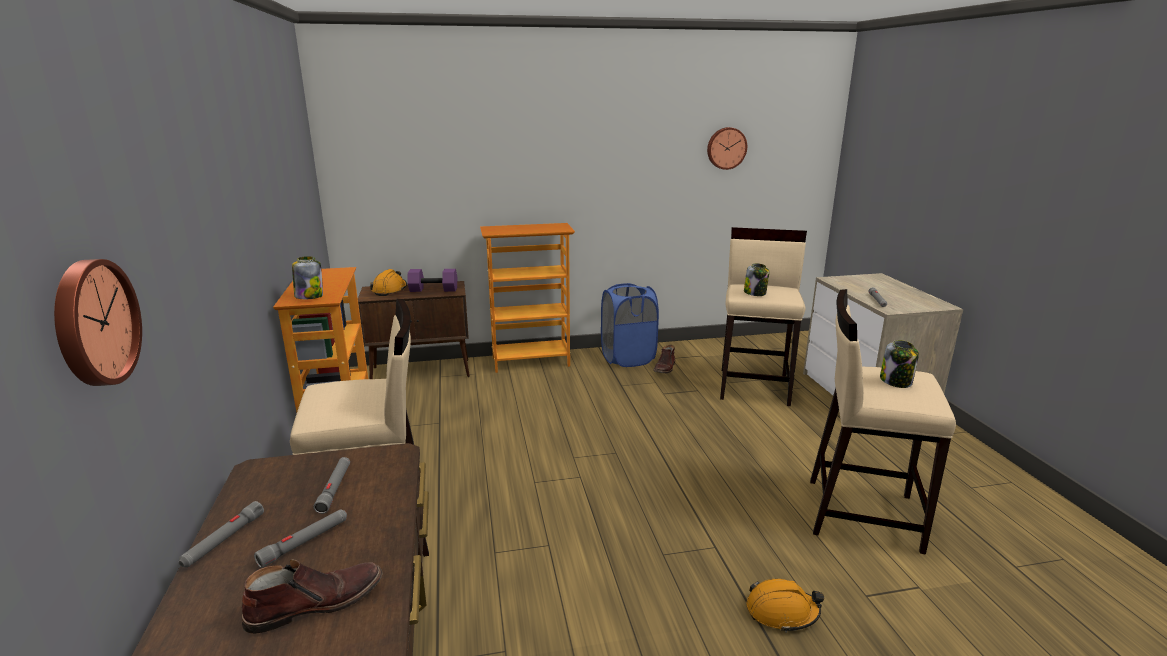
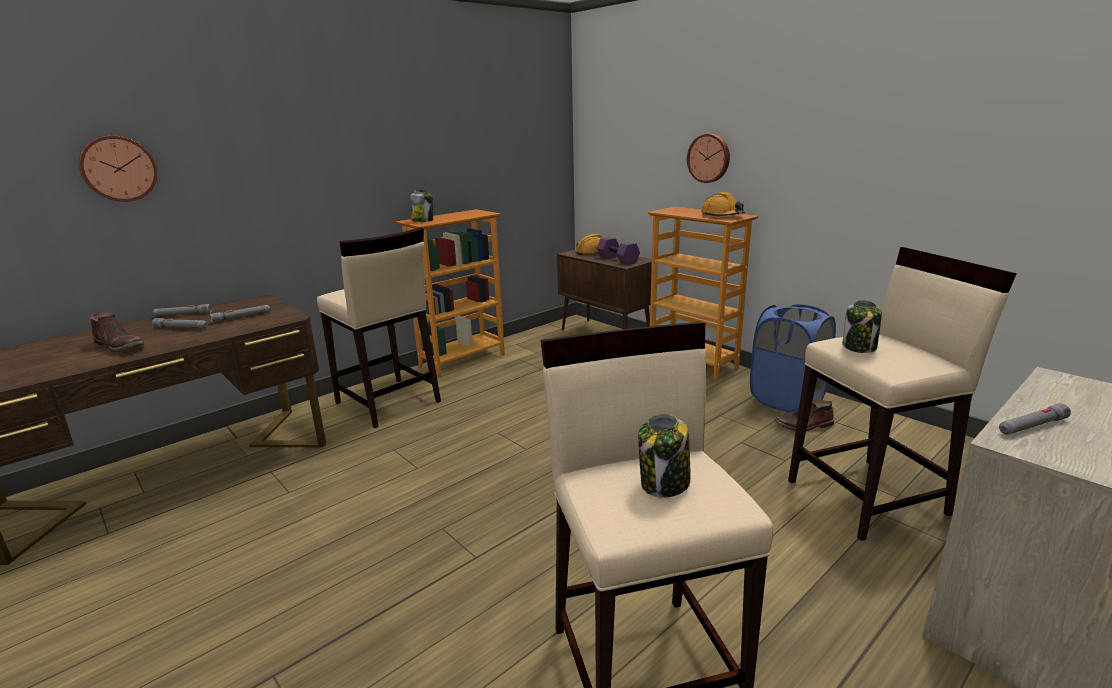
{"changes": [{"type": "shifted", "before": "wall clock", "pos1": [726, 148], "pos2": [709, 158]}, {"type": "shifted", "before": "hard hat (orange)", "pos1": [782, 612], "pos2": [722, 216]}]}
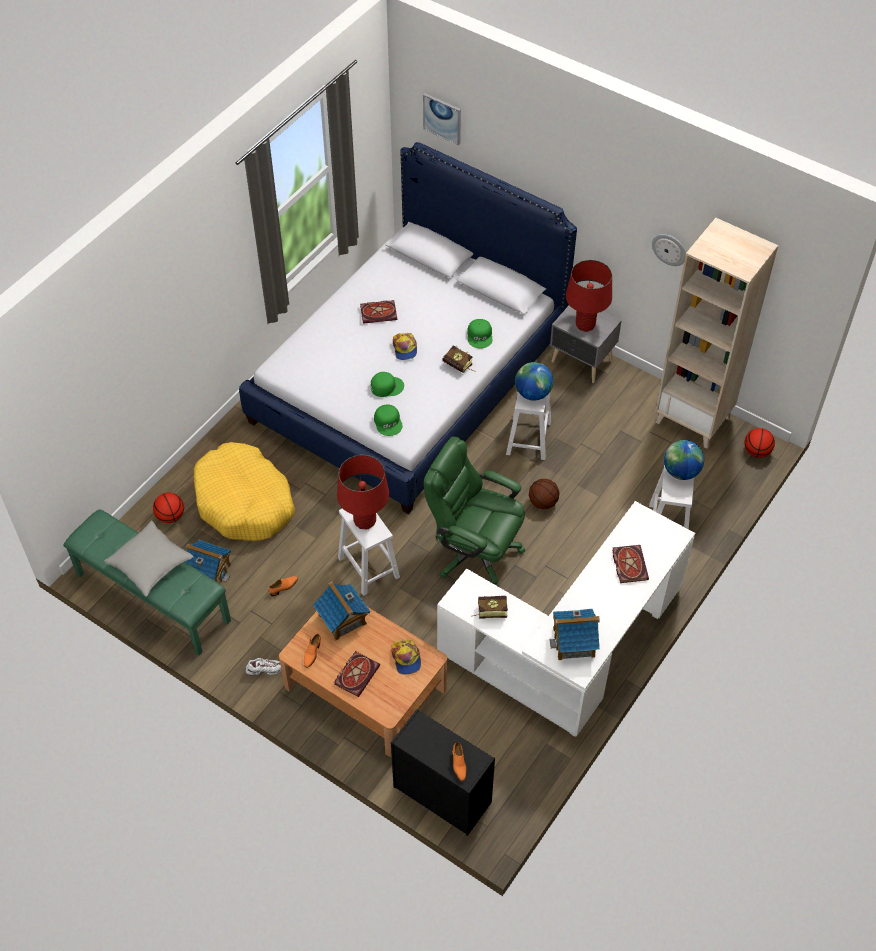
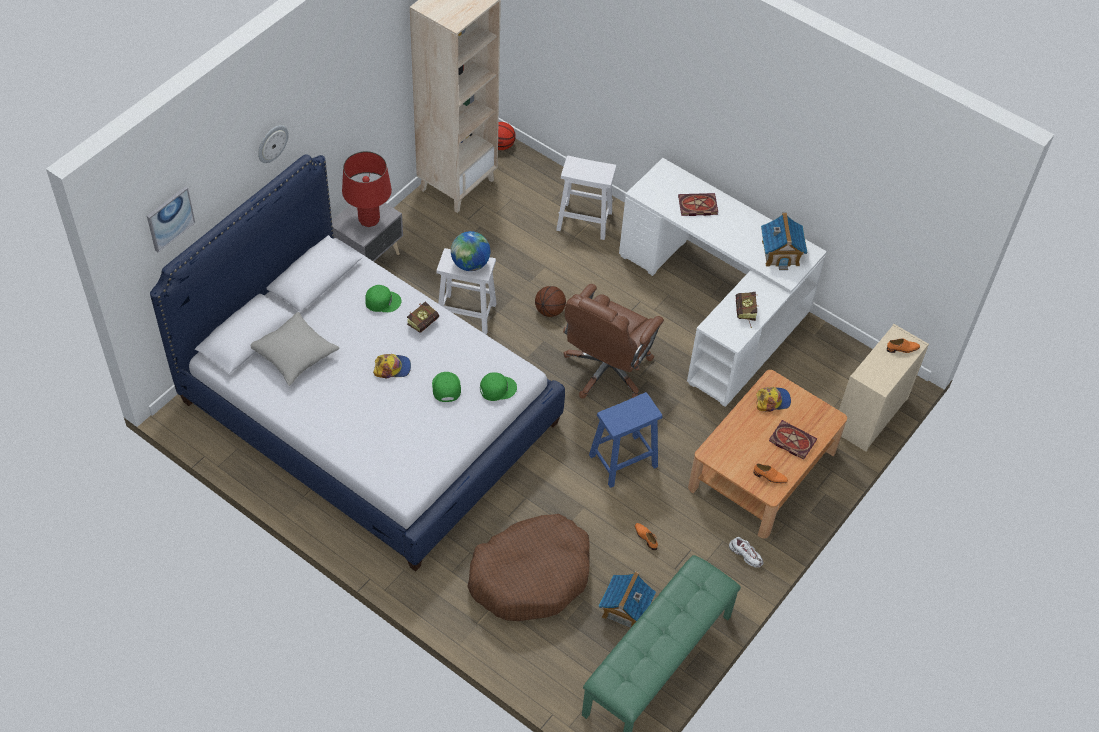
{"changes": [{"type": "shifted", "before": "pillow (grey)", "pos1": [150, 564], "pos2": [294, 354]}, {"type": "shifted", "before": "wall clock", "pos1": [669, 249], "pos2": [272, 143]}, {"type": "repainted", "before": "dog bed (yellow)", "after": "dog bed (brown)", "pos1": [244, 502], "pos2": [531, 575]}, {"type": "repainted", "before": "office chair (green)", "after": "office chair (brown)", "pos1": [474, 551], "pos2": [606, 370]}, {"type": "repainted", "before": "stool (white)", "after": "stool (blue)", "pos1": [368, 567], "pos2": [622, 461]}, {"type": "rotated", "before": "shoe (white)", "pos1": [265, 669], "pos2": [745, 555], "turn": 135}, {"type": "repainted", "before": "dresser (black)", "after": "dresser (beige)", "pos1": [441, 794], "pos2": [869, 415]}, {"type": "gone", "before": "basketball", "pos1": [170, 516]}, {"type": "gone", "before": "toy house", "pos1": [342, 619]}, {"type": "gone", "before": "table lamp (red)", "pos1": [365, 521]}, {"type": "gone", "before": "book", "pos1": [379, 312]}, {"type": "gone", "before": "globe", "pos1": [681, 472]}]}
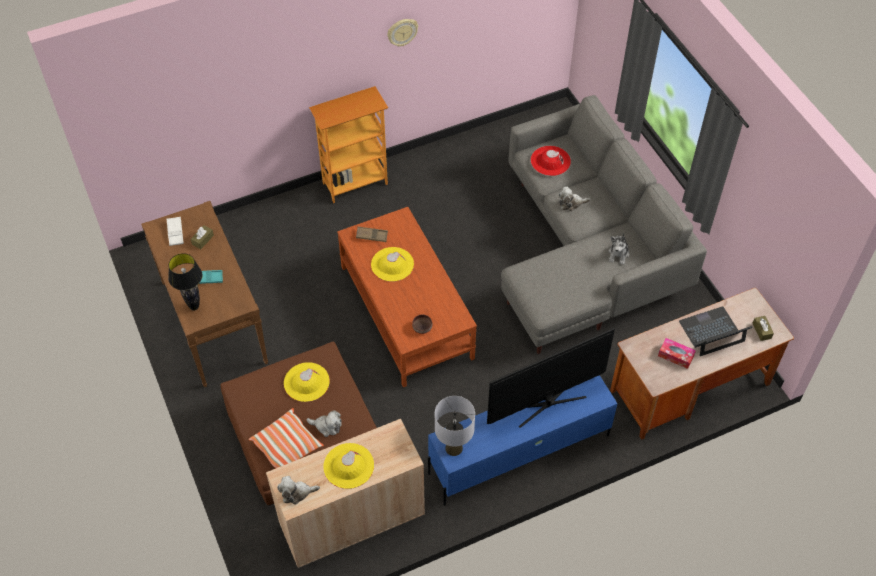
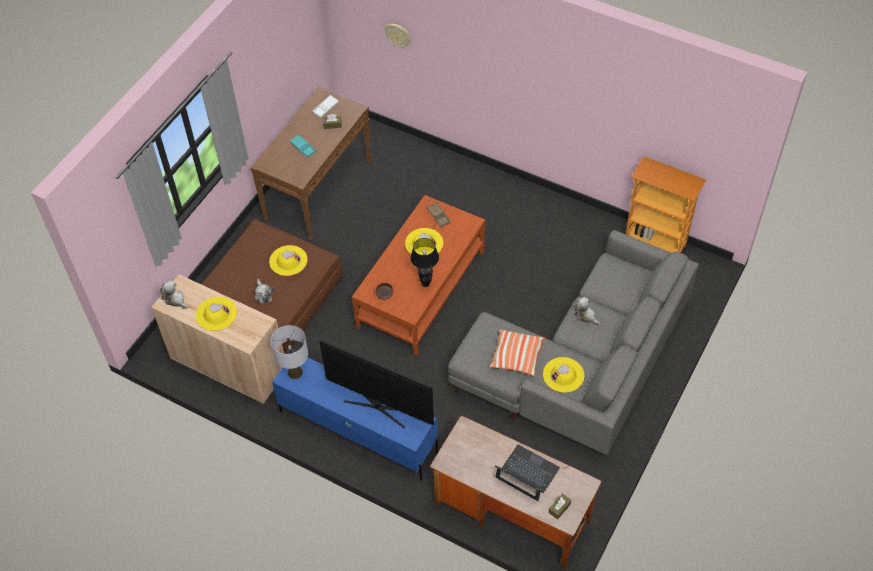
{"changes": [{"type": "shifted", "before": "wall clock", "pos1": [402, 32], "pos2": [398, 35]}, {"type": "shifted", "before": "table lamp (black)", "pos1": [194, 307], "pos2": [425, 284]}, {"type": "shifted", "before": "pillow", "pos1": [287, 446], "pos2": [517, 357]}, {"type": "swapped", "before": "plush toy", "after": "hat (yellow)", "pos1": [618, 254], "pos2": [563, 375]}, {"type": "shifted", "before": "bookcase", "pos1": [355, 183], "pos2": [655, 244]}, {"type": "gone", "before": "hat (red)", "pos1": [550, 161]}, {"type": "gone", "before": "tissue box", "pos1": [675, 356]}]}
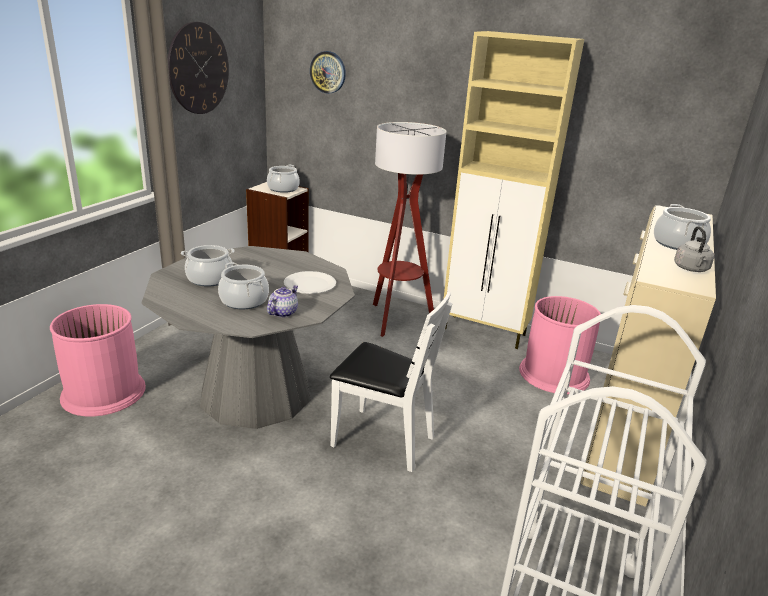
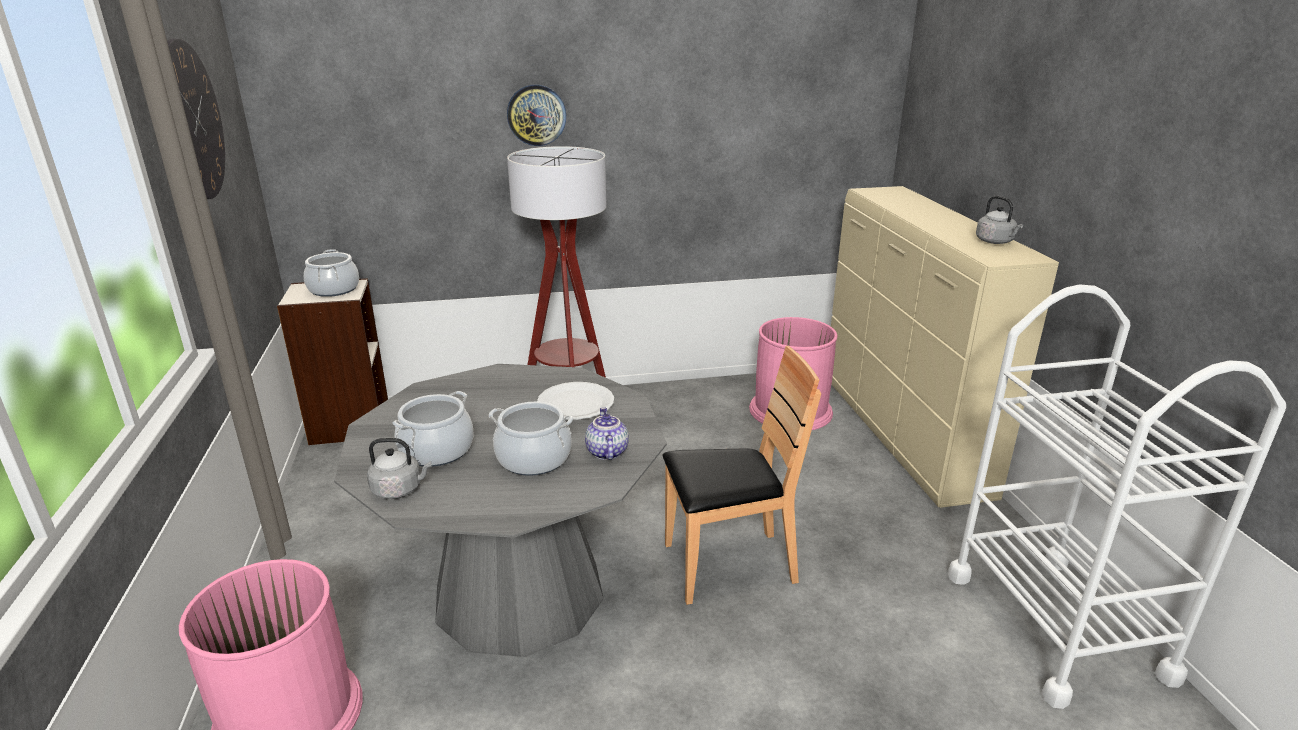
{"changes": [{"type": "new", "after": "kettle (grey)", "pos2": [400, 490]}, {"type": "shifted", "before": "wall clock", "pos1": [328, 72], "pos2": [536, 115]}, {"type": "repainted", "before": "chair (white)", "after": "chair (brown)", "pos1": [382, 440], "pos2": [728, 565]}, {"type": "gone", "before": "cabinet (beige)", "pos1": [485, 332]}, {"type": "gone", "before": "cooking pot", "pos1": [678, 244]}]}
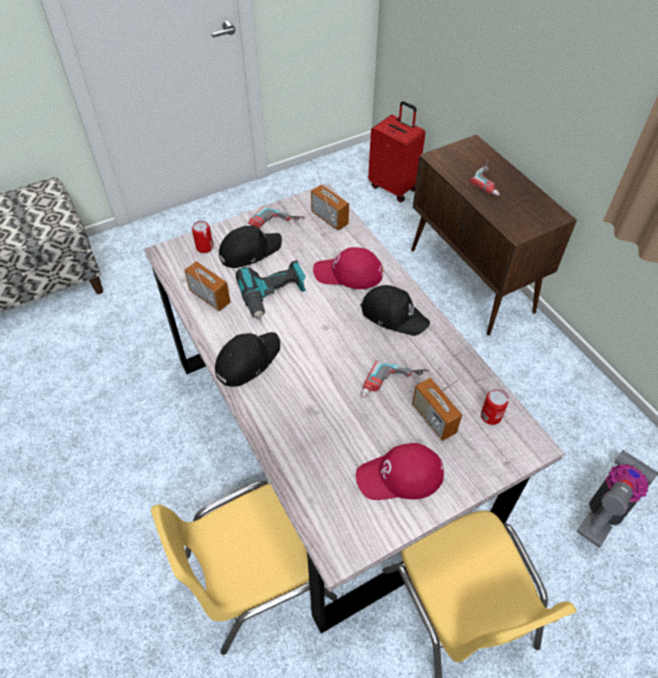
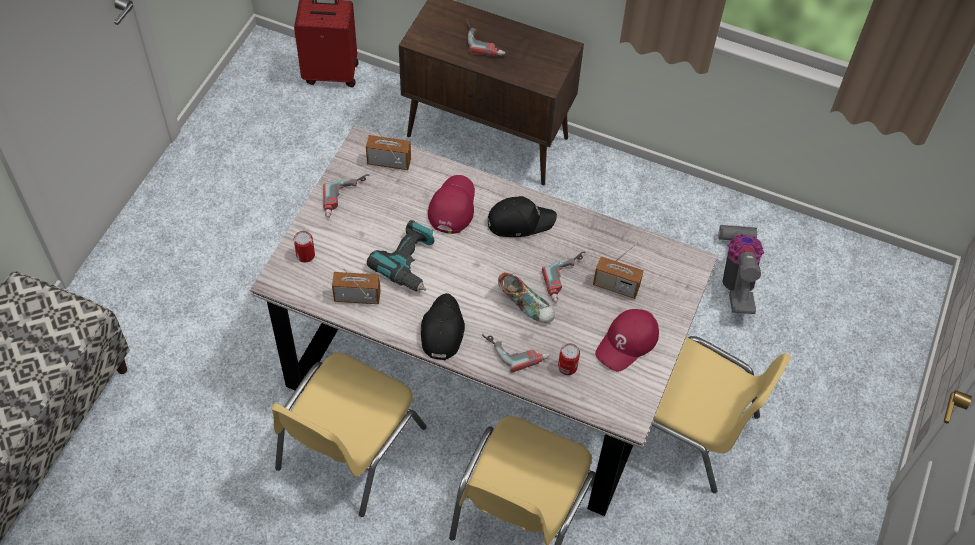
{"changes": [{"type": "new", "after": "chair (yellow)", "pos2": [348, 449]}, {"type": "rotated", "before": "cap (red)", "pos1": [348, 273], "pos2": [452, 206], "turn": 135}, {"type": "new", "after": "power drill", "pos2": [516, 348]}, {"type": "new", "after": "shoe", "pos2": [525, 304]}, {"type": "shifted", "before": "can", "pos1": [491, 416], "pos2": [567, 367]}, {"type": "gone", "before": "cap (black)", "pos1": [249, 251]}]}
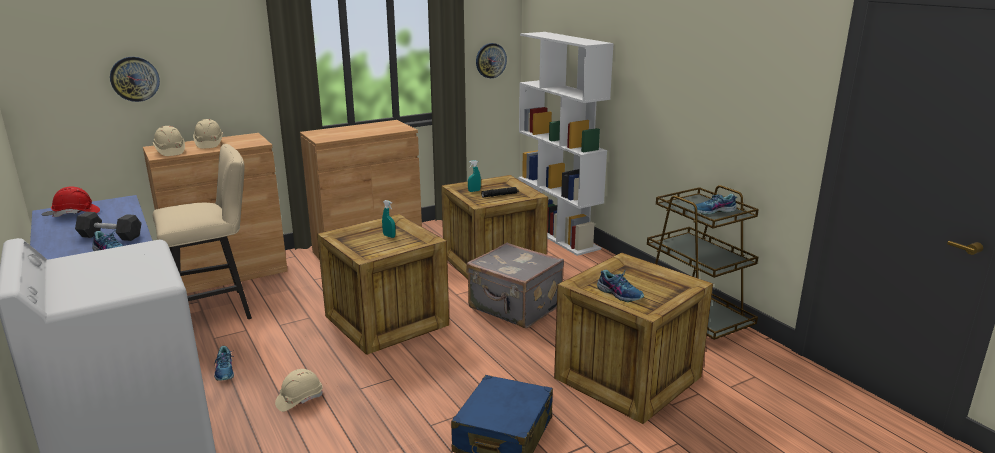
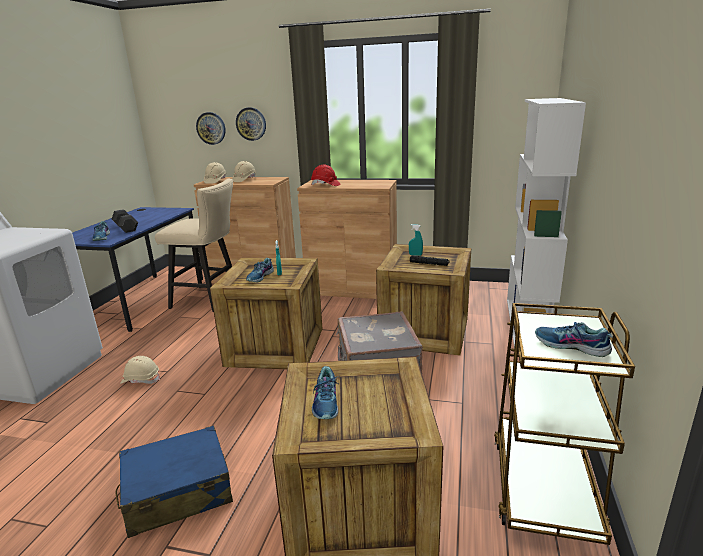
{"changes": [{"type": "shifted", "before": "wall clock", "pos1": [490, 60], "pos2": [251, 124]}, {"type": "shifted", "before": "shoe", "pos1": [225, 370], "pos2": [260, 277]}, {"type": "shifted", "before": "hard hat (red)", "pos1": [76, 213], "pos2": [325, 185]}]}
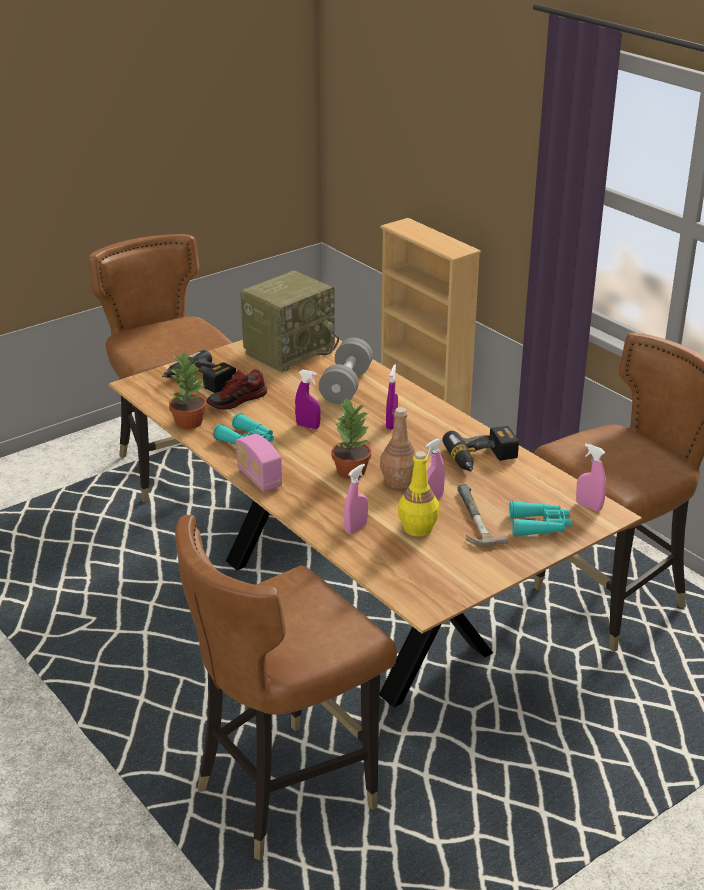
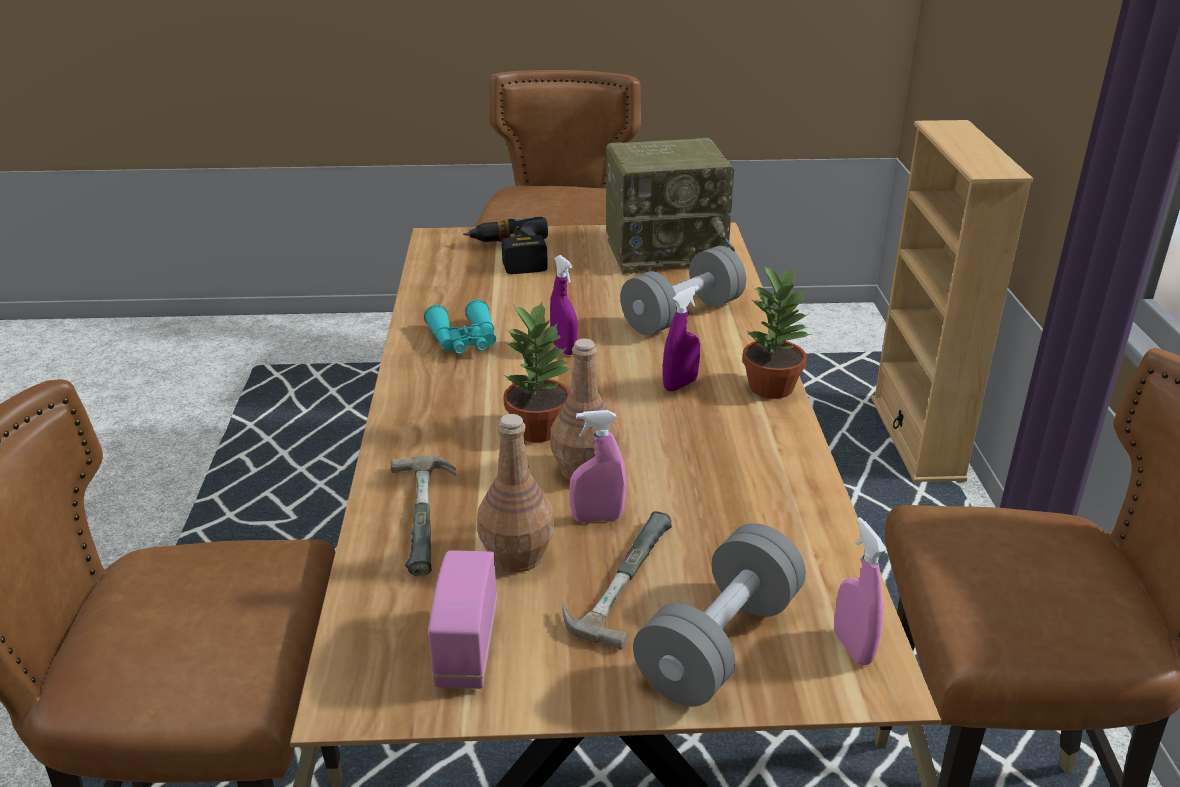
{"changes": [{"type": "swapped", "before": "spray bottle (pink)", "after": "hammer", "pos1": [356, 528], "pos2": [431, 515]}, {"type": "shifted", "before": "radio", "pos1": [259, 478], "pos2": [466, 648]}, {"type": "repainted", "before": "bottle (yellow)", "after": "bottle (brown)", "pos1": [417, 528], "pos2": [516, 555]}, {"type": "swapped", "before": "binoculars (turquoise)", "after": "dumbbell (grey)", "pos1": [540, 526], "pos2": [719, 644]}, {"type": "shifted", "before": "potted plant", "pos1": [188, 422], "pos2": [771, 386]}, {"type": "gone", "before": "shoe", "pos1": [237, 400]}, {"type": "gone", "before": "power drill", "pos1": [483, 460]}]}
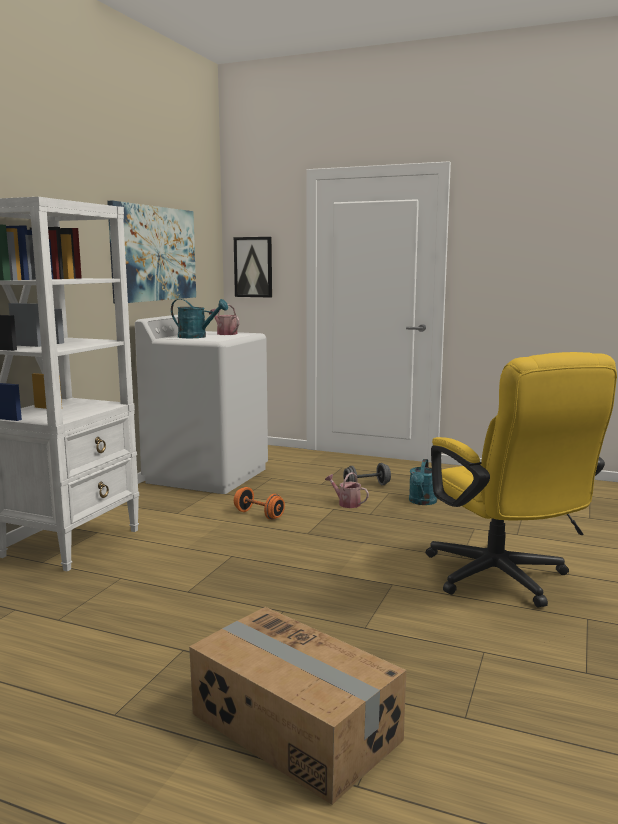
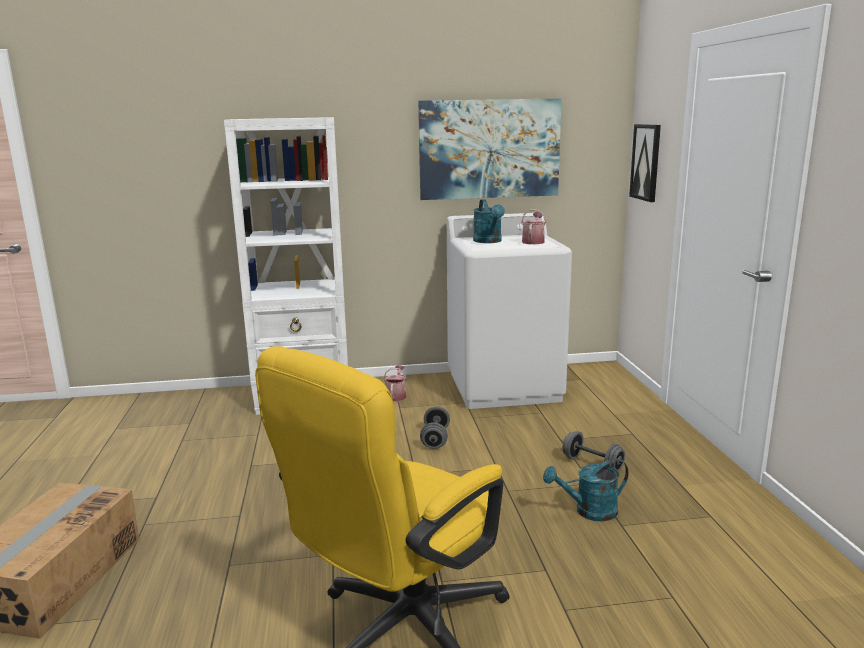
{"changes": [{"type": "shifted", "before": "watering can", "pos1": [346, 503], "pos2": [396, 395]}, {"type": "repainted", "before": "dumbbell (orange)", "after": "dumbbell (grey)", "pos1": [259, 515], "pos2": [435, 439]}]}
